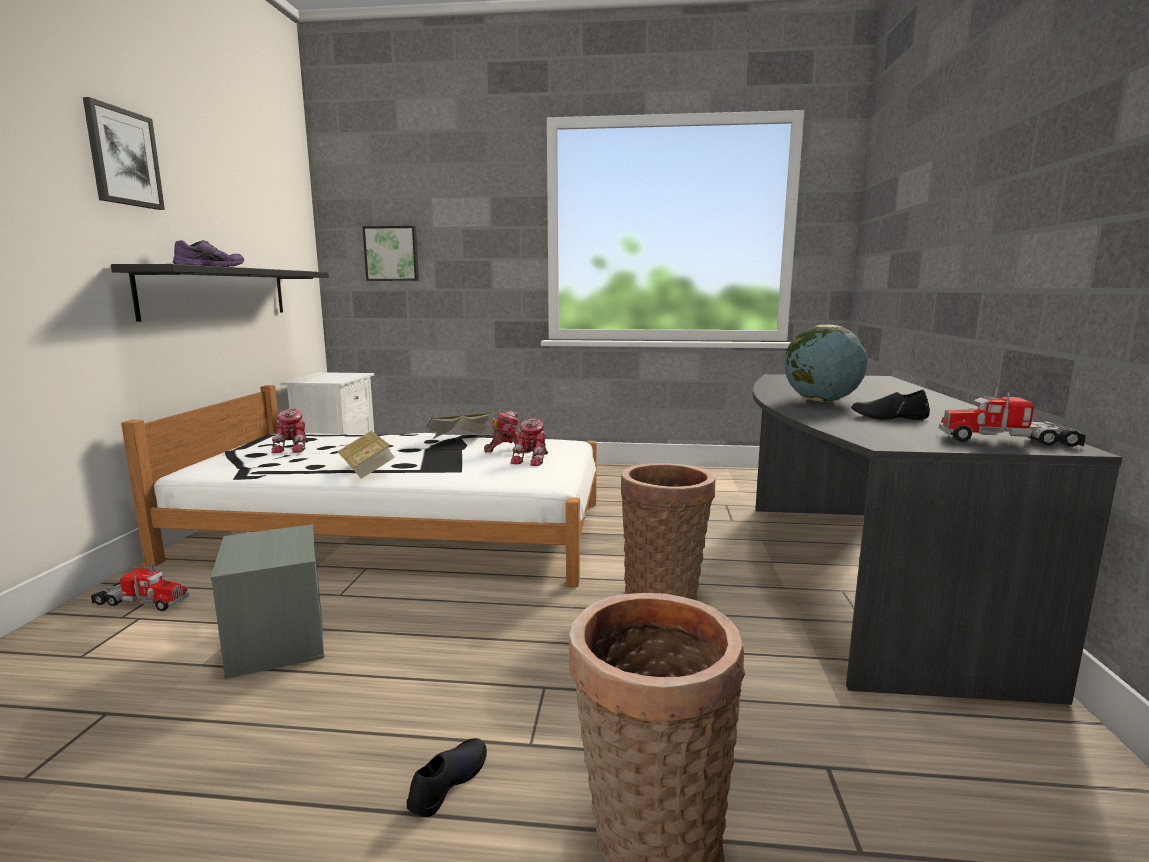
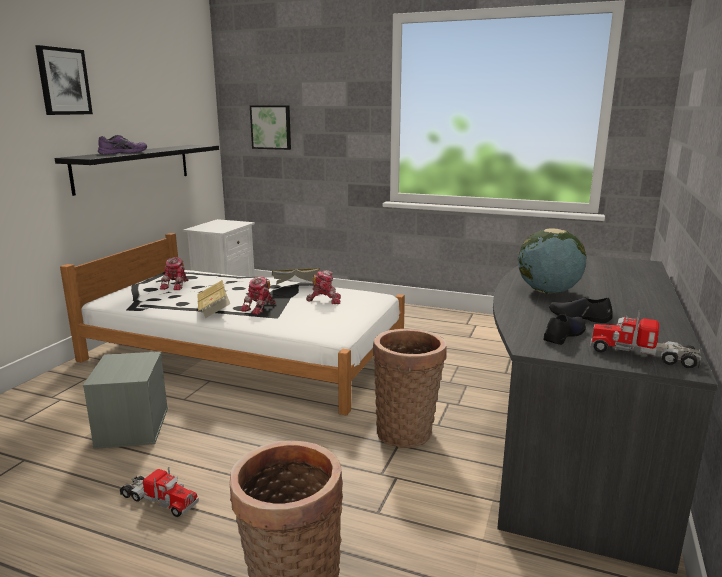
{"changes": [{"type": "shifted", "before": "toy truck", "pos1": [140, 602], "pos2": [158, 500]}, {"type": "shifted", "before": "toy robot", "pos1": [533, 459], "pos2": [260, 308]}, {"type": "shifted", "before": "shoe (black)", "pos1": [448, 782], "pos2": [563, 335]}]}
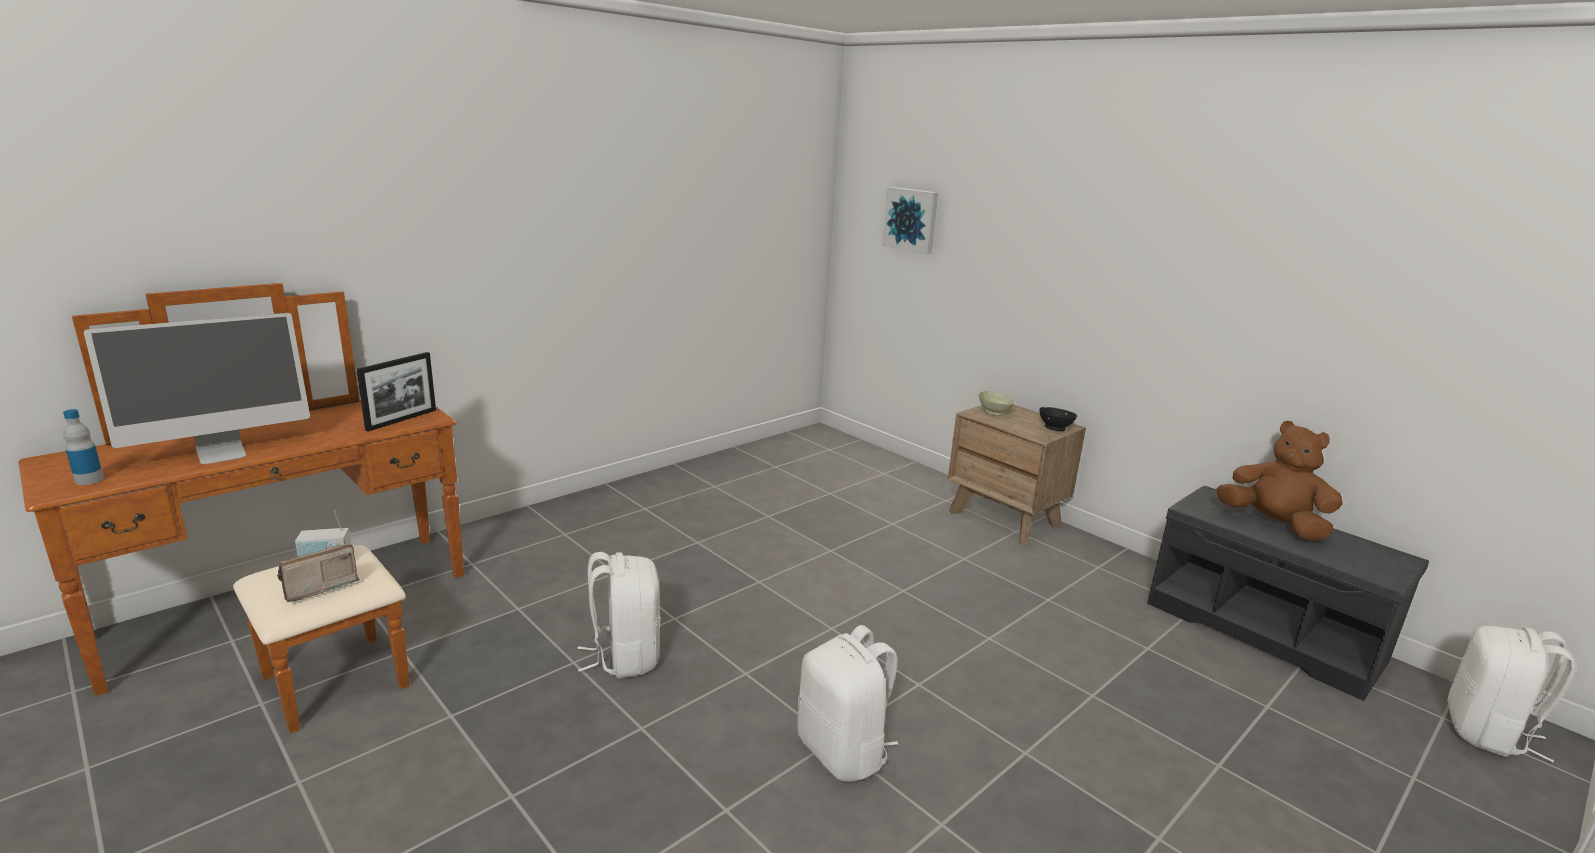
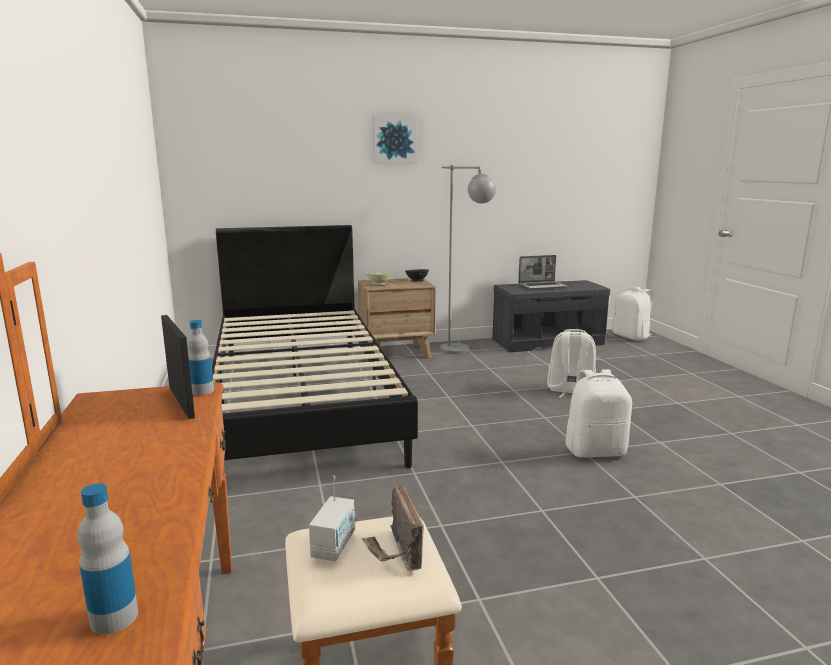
{"changes": [{"type": "new", "after": "bottle", "pos2": [202, 391]}, {"type": "new", "after": "bed (black)", "pos2": [301, 401]}, {"type": "shifted", "before": "picture", "pos1": [911, 219], "pos2": [394, 140]}, {"type": "new", "after": "floor lamp (grey)", "pos2": [463, 351]}, {"type": "swapped", "before": "plush toy (brown)", "after": "laptop", "pos1": [1273, 524], "pos2": [542, 286]}, {"type": "shifted", "before": "backpack (white)", "pos1": [624, 656], "pos2": [570, 391]}, {"type": "gone", "before": "monitor", "pos1": [222, 453]}]}
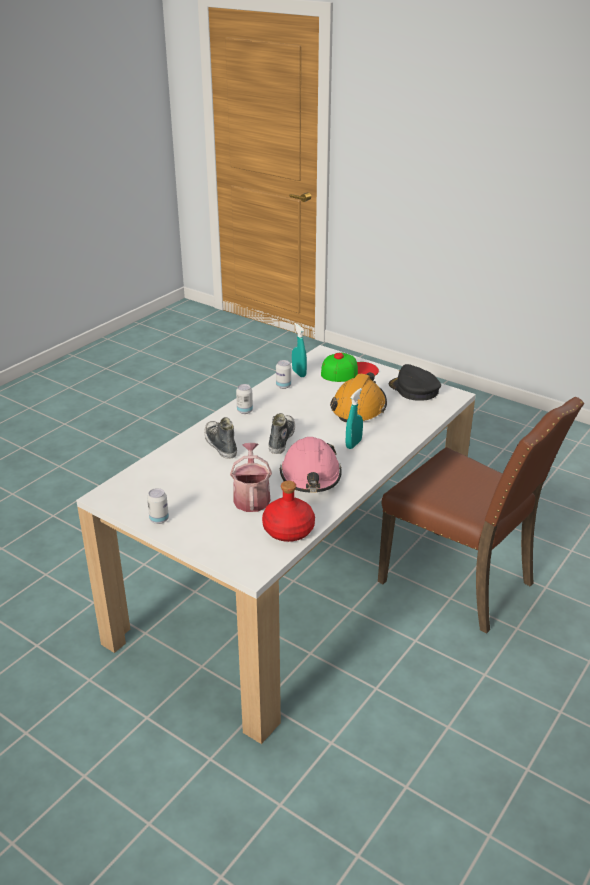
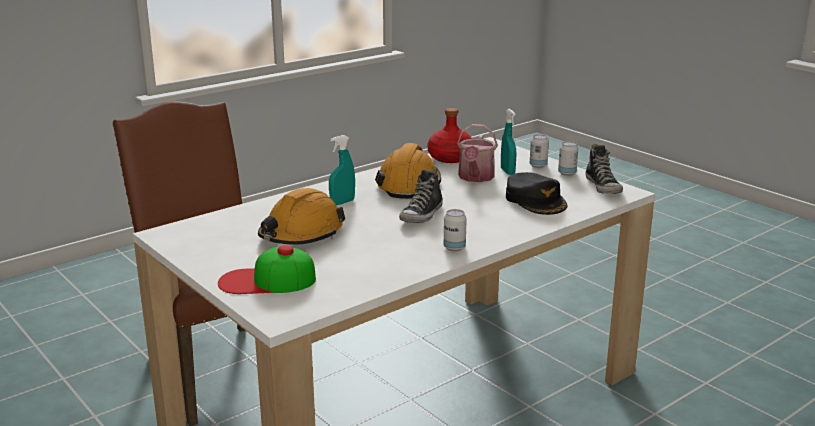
{"changes": [{"type": "repainted", "before": "hard hat (pink)", "after": "hard hat (orange)", "pos1": [311, 476], "pos2": [408, 184]}, {"type": "shifted", "before": "spray bottle (turquoise)", "pos1": [299, 373], "pos2": [507, 171]}, {"type": "shifted", "before": "cap (black)", "pos1": [414, 389], "pos2": [536, 200]}, {"type": "shifted", "before": "can", "pos1": [283, 386], "pos2": [538, 166]}, {"type": "shifted", "before": "shoe", "pos1": [220, 444], "pos2": [603, 187]}]}
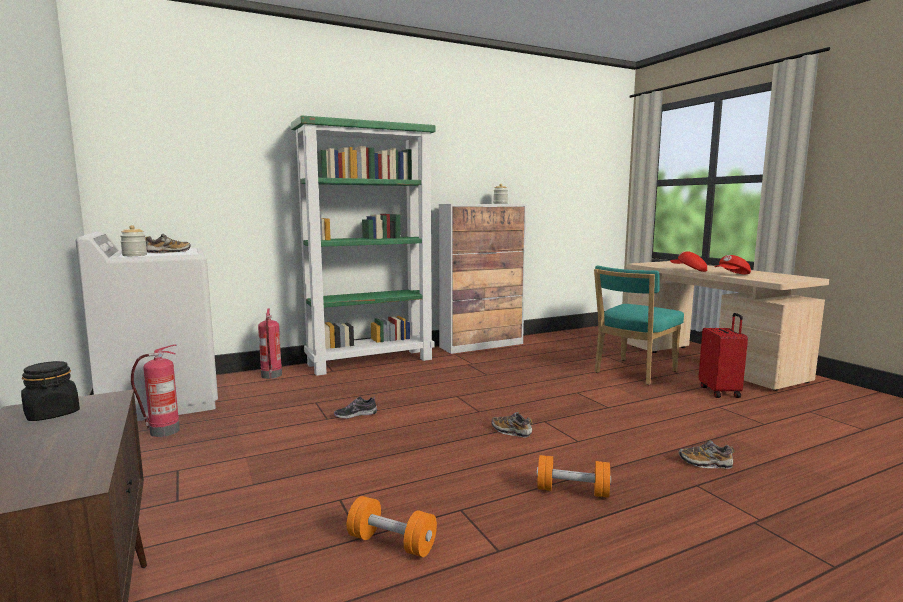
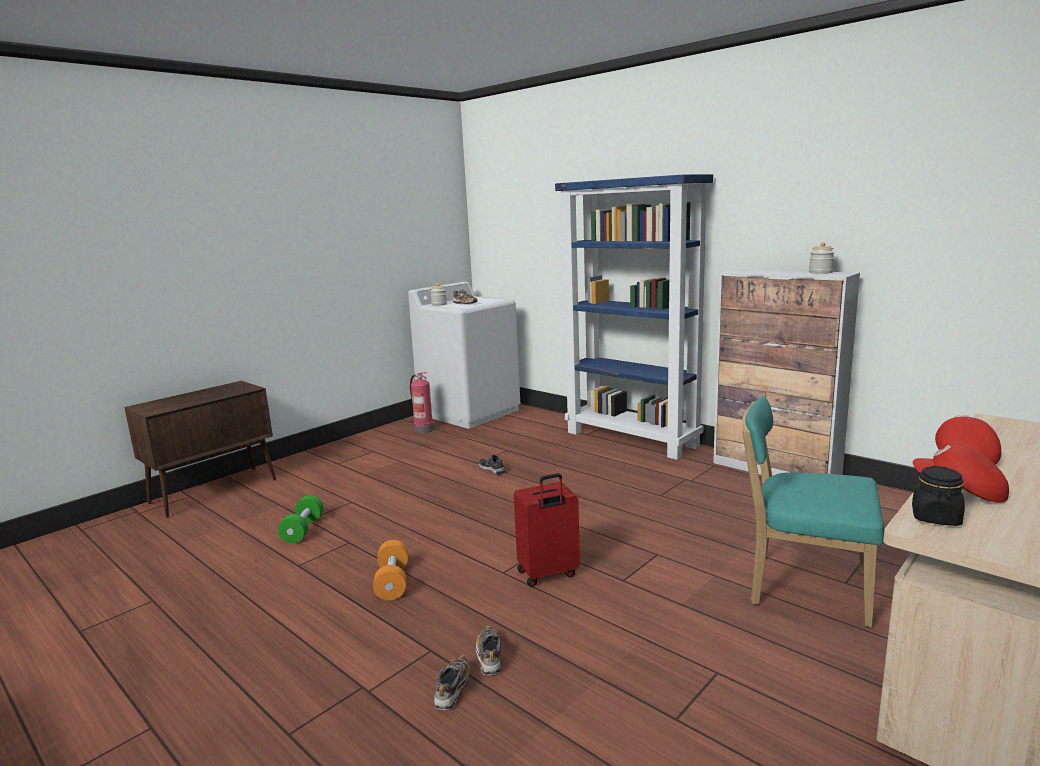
{"changes": [{"type": "repainted", "before": "dumbbell (orange)", "after": "dumbbell (green)", "pos1": [392, 543], "pos2": [303, 530]}, {"type": "shifted", "before": "shoe", "pos1": [511, 432], "pos2": [452, 689]}, {"type": "shifted", "before": "suitcase (red)", "pos1": [720, 392], "pos2": [548, 574]}, {"type": "repainted", "before": "bookcase (green)", "after": "bookcase (blue)", "pos1": [371, 361], "pos2": [632, 439]}, {"type": "shifted", "before": "jar (black)", "pos1": [52, 414], "pos2": [936, 518]}, {"type": "gone", "before": "fire extinguisher", "pos1": [272, 375]}]}
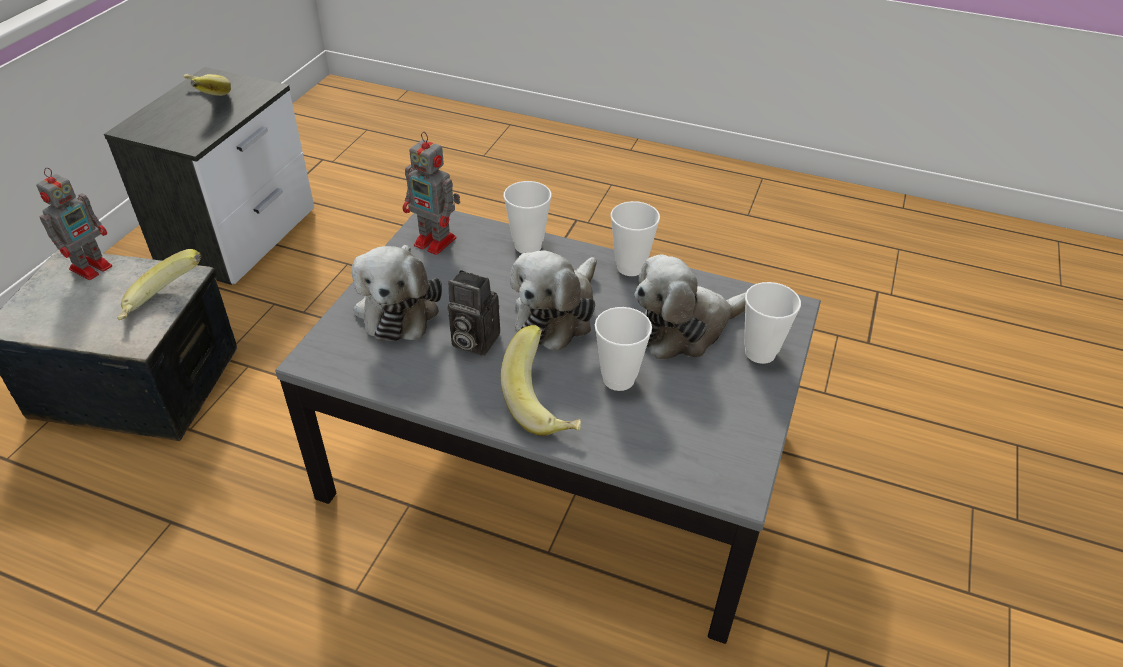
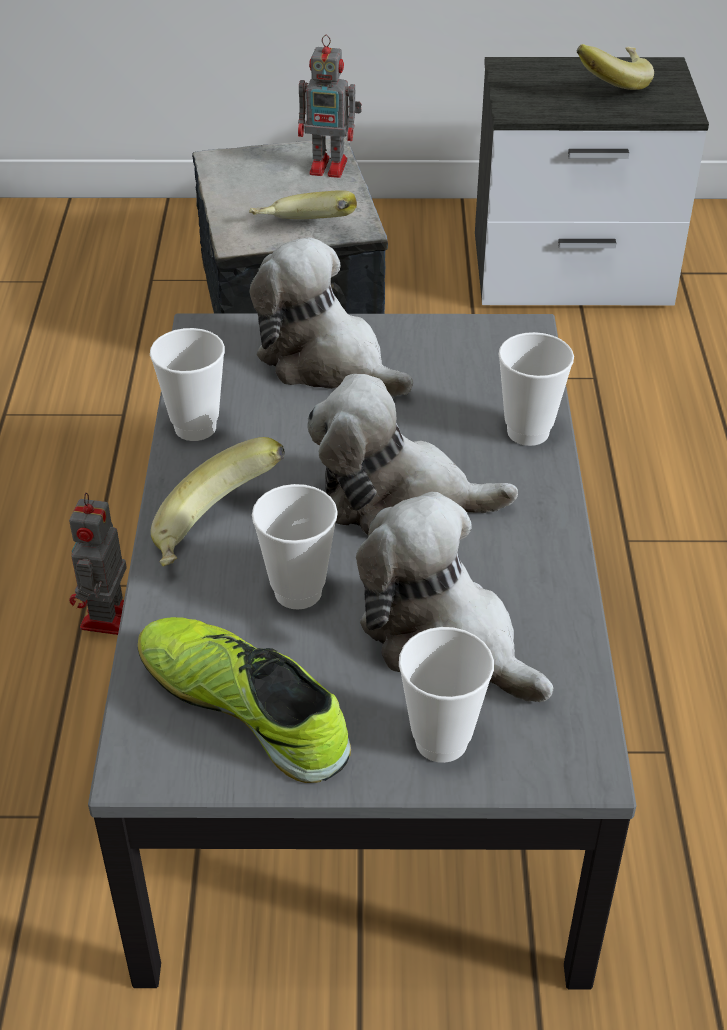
{"changes": [{"type": "shifted", "before": "toy robot", "pos1": [437, 242], "pos2": [107, 620]}, {"type": "new", "after": "shoe", "pos2": [245, 708]}, {"type": "shifted", "before": "cup", "pos1": [630, 267], "pos2": [195, 427]}, {"type": "rotated", "before": "plush toy", "pos1": [398, 307], "pos2": [326, 362], "turn": 60}, {"type": "gone", "before": "photo camera", "pos1": [472, 341]}]}
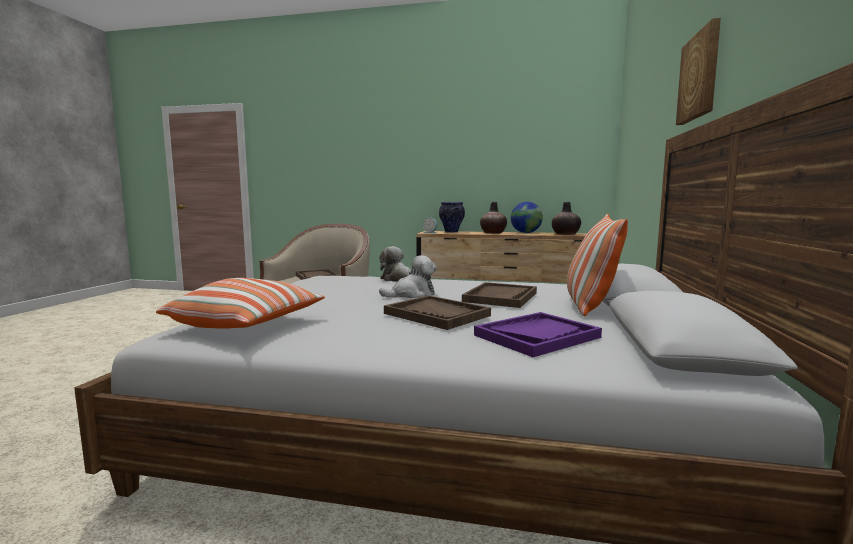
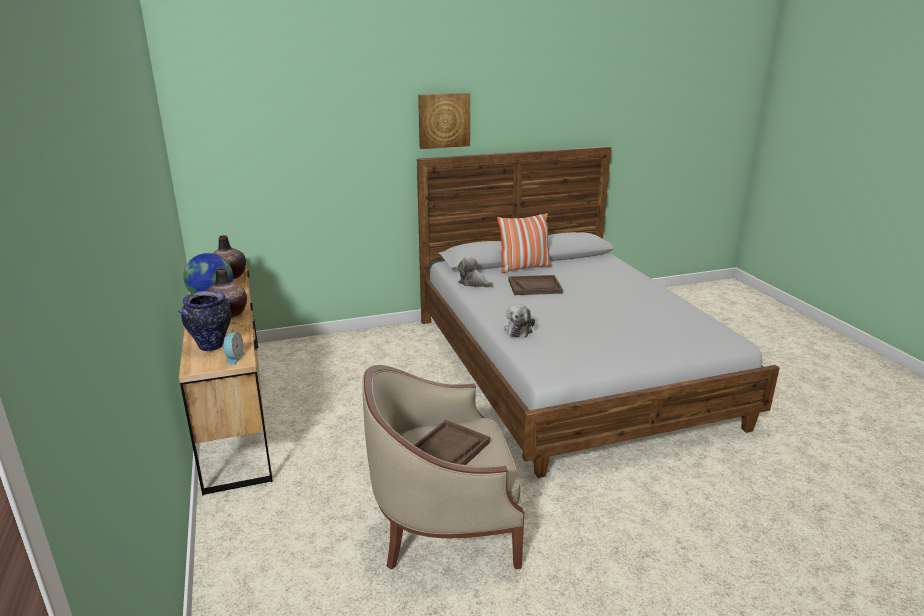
{"changes": [{"type": "shifted", "before": "plush toy", "pos1": [412, 295], "pos2": [473, 283]}, {"type": "gone", "before": "pillow", "pos1": [247, 325]}, {"type": "gone", "before": "tray (brown)", "pos1": [437, 314]}, {"type": "gone", "before": "tray (purple)", "pos1": [537, 336]}]}
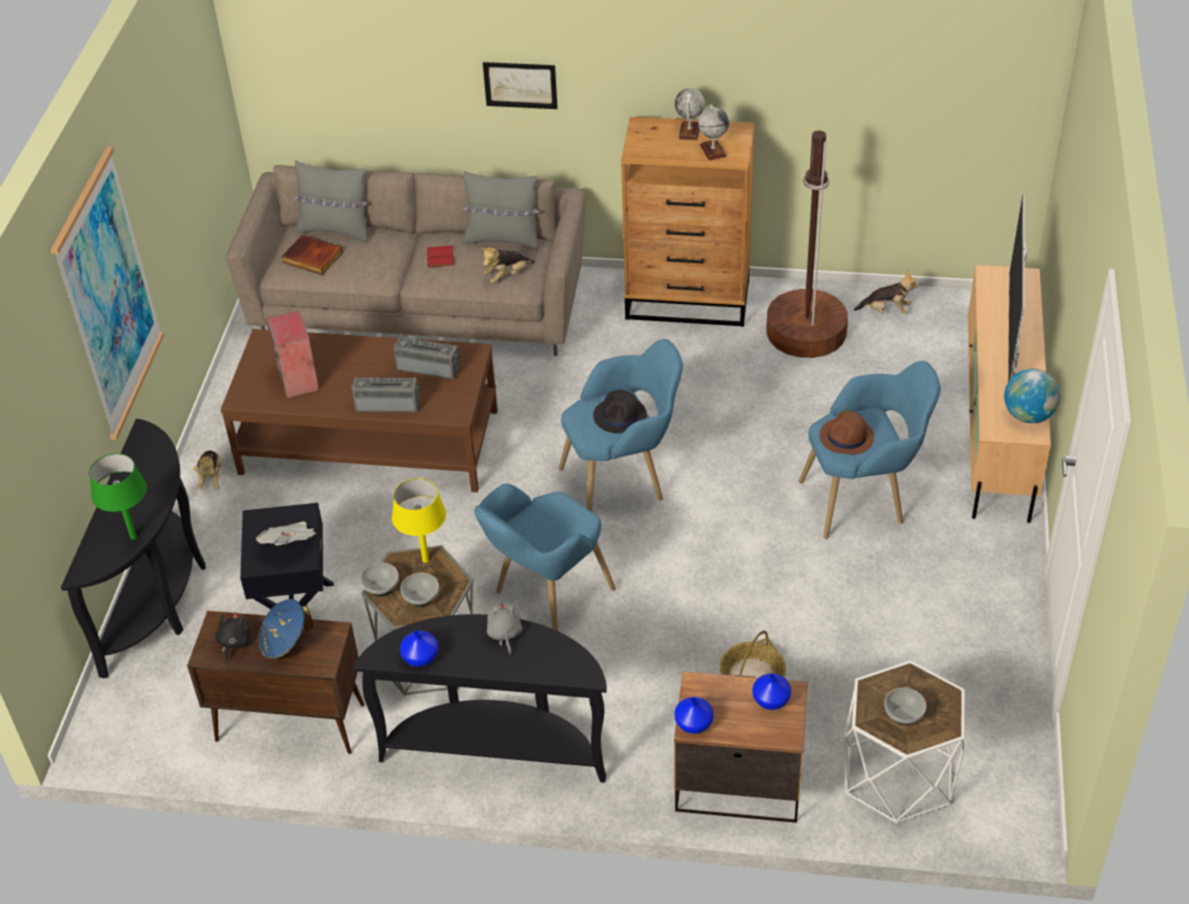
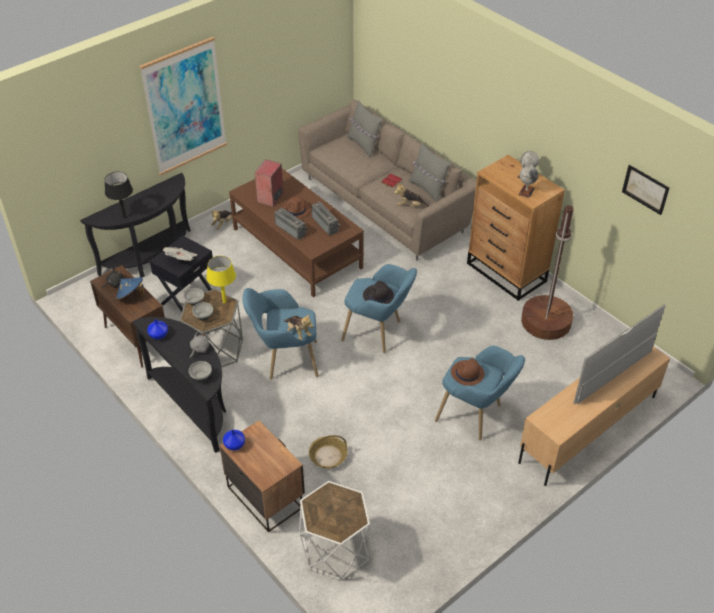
{"changes": [{"type": "repainted", "before": "table lamp (green)", "after": "table lamp (black)", "pos1": [133, 537], "pos2": [124, 217]}, {"type": "shifted", "before": "bowl", "pos1": [904, 716], "pos2": [201, 377]}, {"type": "new", "after": "hat (brown)", "pos2": [296, 210]}, {"type": "shifted", "before": "plush toy", "pos1": [886, 311], "pos2": [298, 332]}, {"type": "shifted", "before": "picture", "pos1": [520, 85], "pos2": [645, 189]}, {"type": "gone", "before": "book", "pos1": [311, 258]}, {"type": "gone", "before": "vase (blue)", "pos1": [771, 700]}, {"type": "gone", "before": "globe", "pos1": [1028, 415]}]}
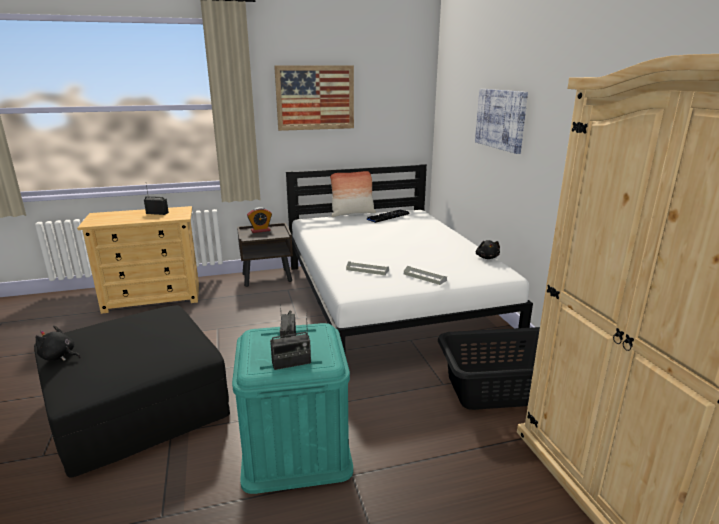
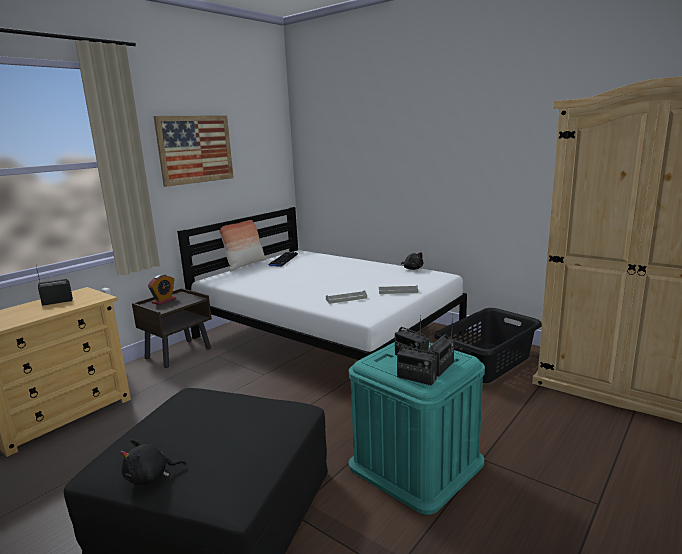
{"changes": [{"type": "new", "after": "radio", "pos2": [416, 378]}, {"type": "gone", "before": "picture", "pos1": [500, 119]}]}
